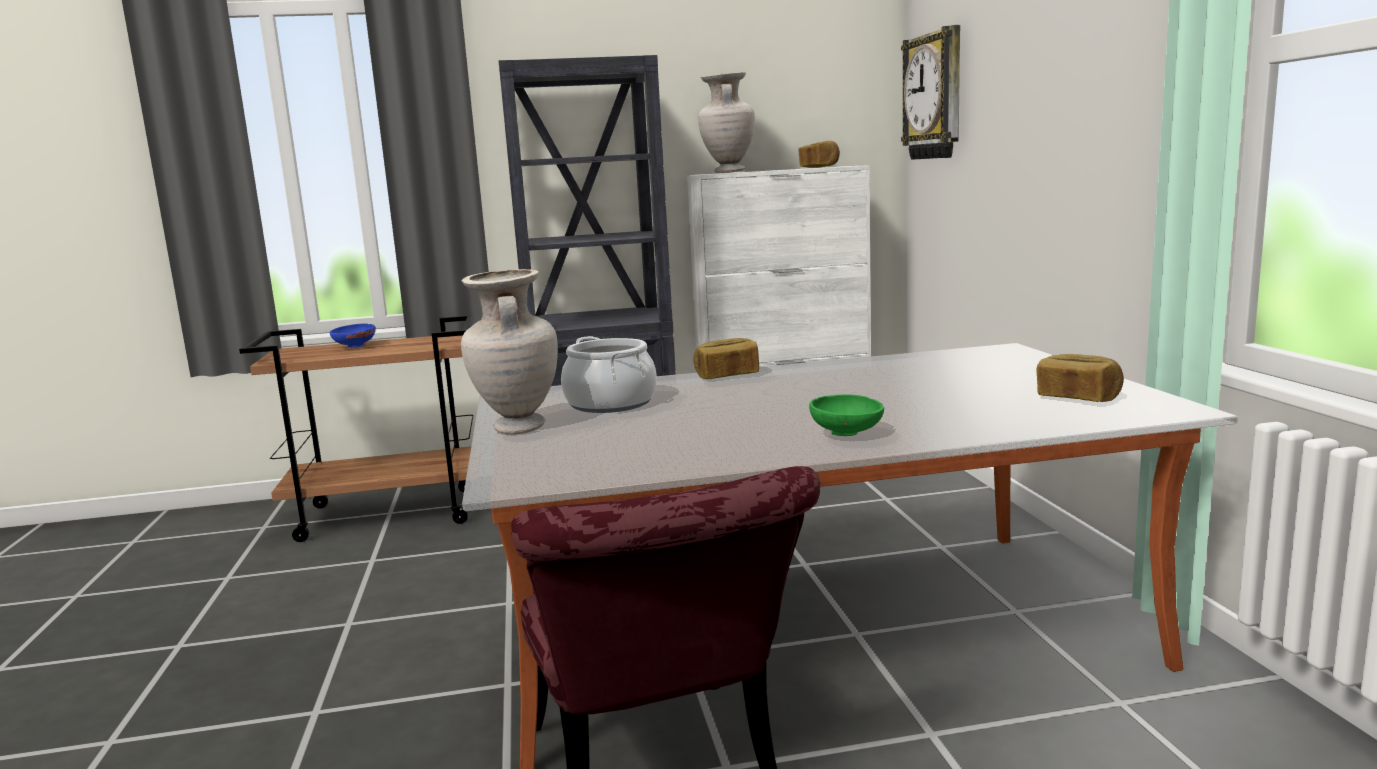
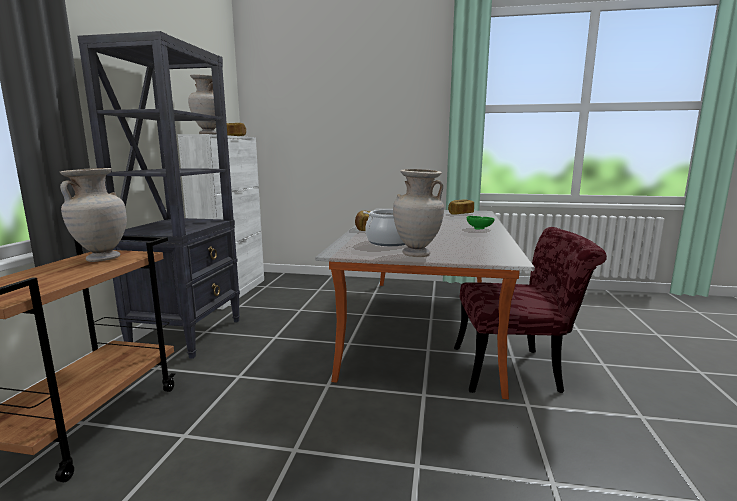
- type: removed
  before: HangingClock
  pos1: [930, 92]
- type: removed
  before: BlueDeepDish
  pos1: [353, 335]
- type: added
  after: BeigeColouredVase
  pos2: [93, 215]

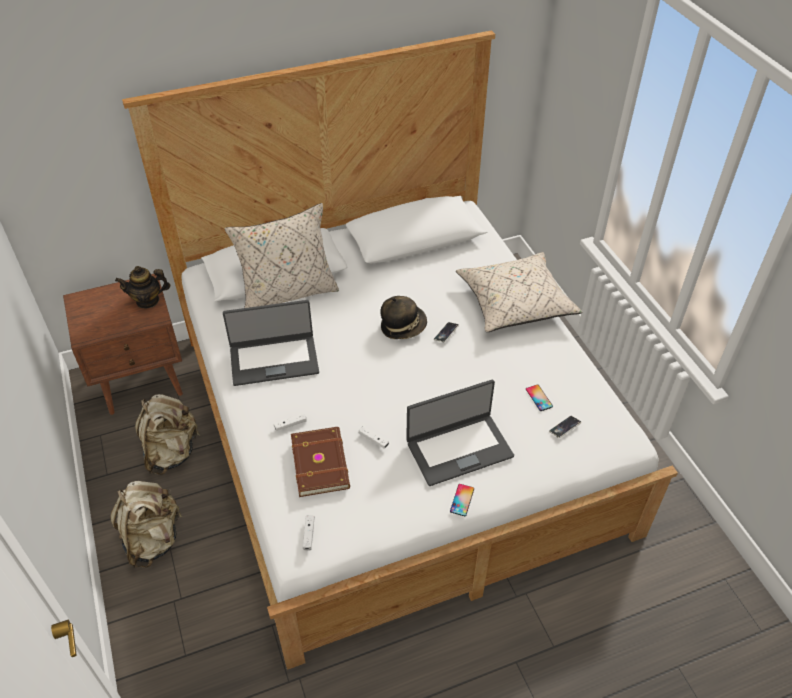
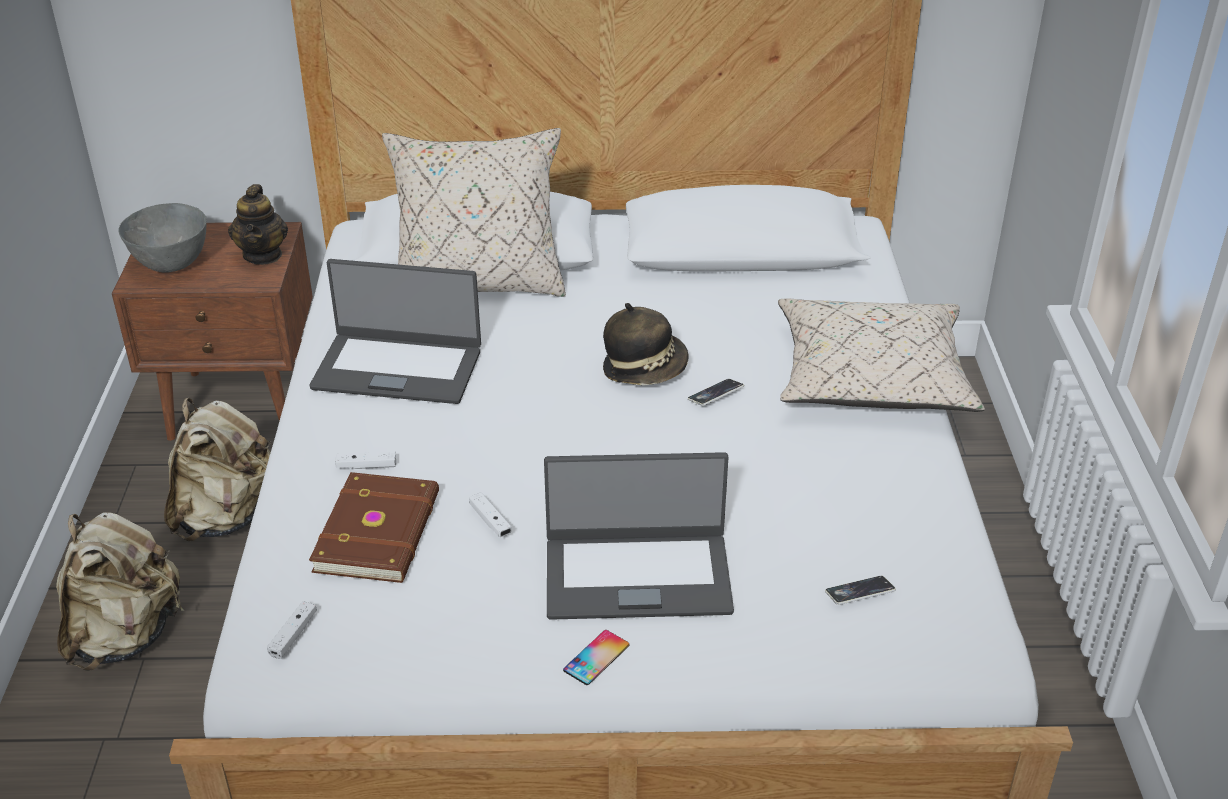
- type: turned
  before: PotForTea
  pos1: [142, 287]
  pos2: [258, 224]
  turn: -105
- type: removed
  before: Handset
  pos1: [539, 397]
- type: added
  after: GrayDeepDish
  pos2: [162, 238]

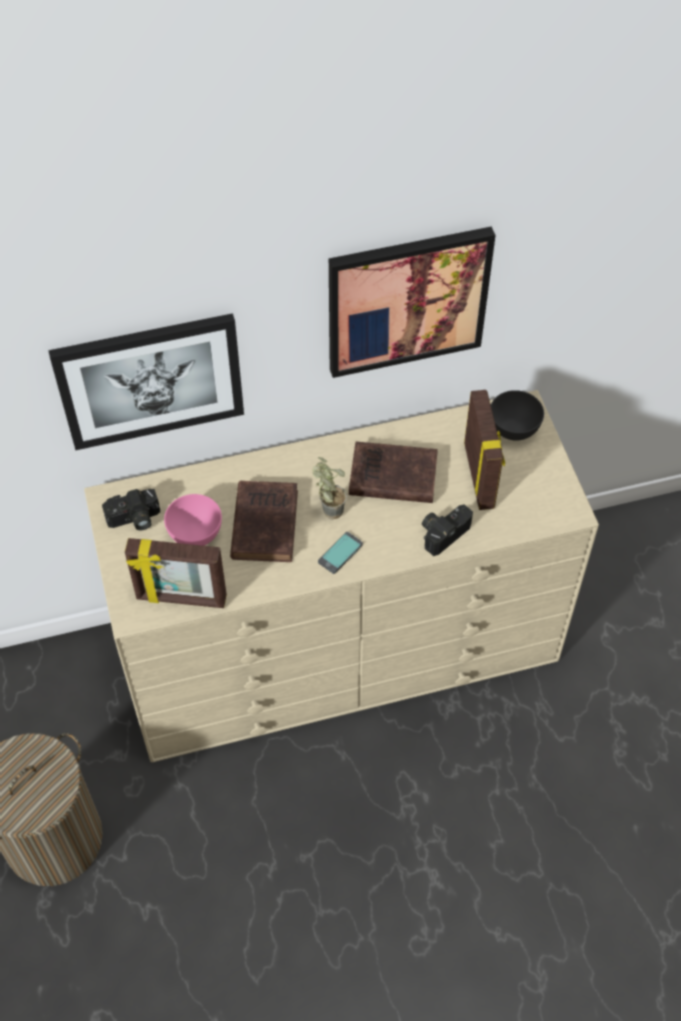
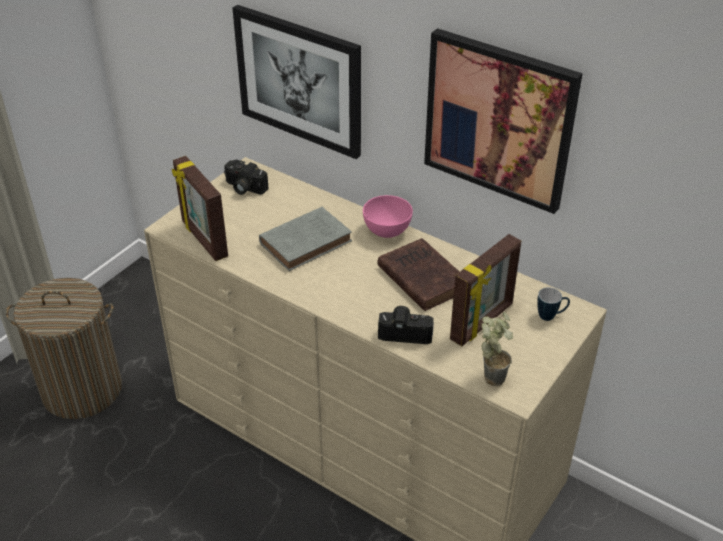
- type: replaced
  before: GrayDeepDish
  after: TeaMug
  pos1: [517, 415]
  pos2: [553, 304]
- type: moved
  before: PottedPlant
  pos1: [329, 488]
  pos2: [497, 349]
- type: recoloured
  before: BrownBook
  after: GrayBook
  pos1: [264, 521]
  pos2: [305, 239]
- type: moved
  before: PinkishDeepDish
  pos1: [193, 520]
  pos2: [388, 216]
- type: removed
  before: Handset
  pos1: [340, 553]

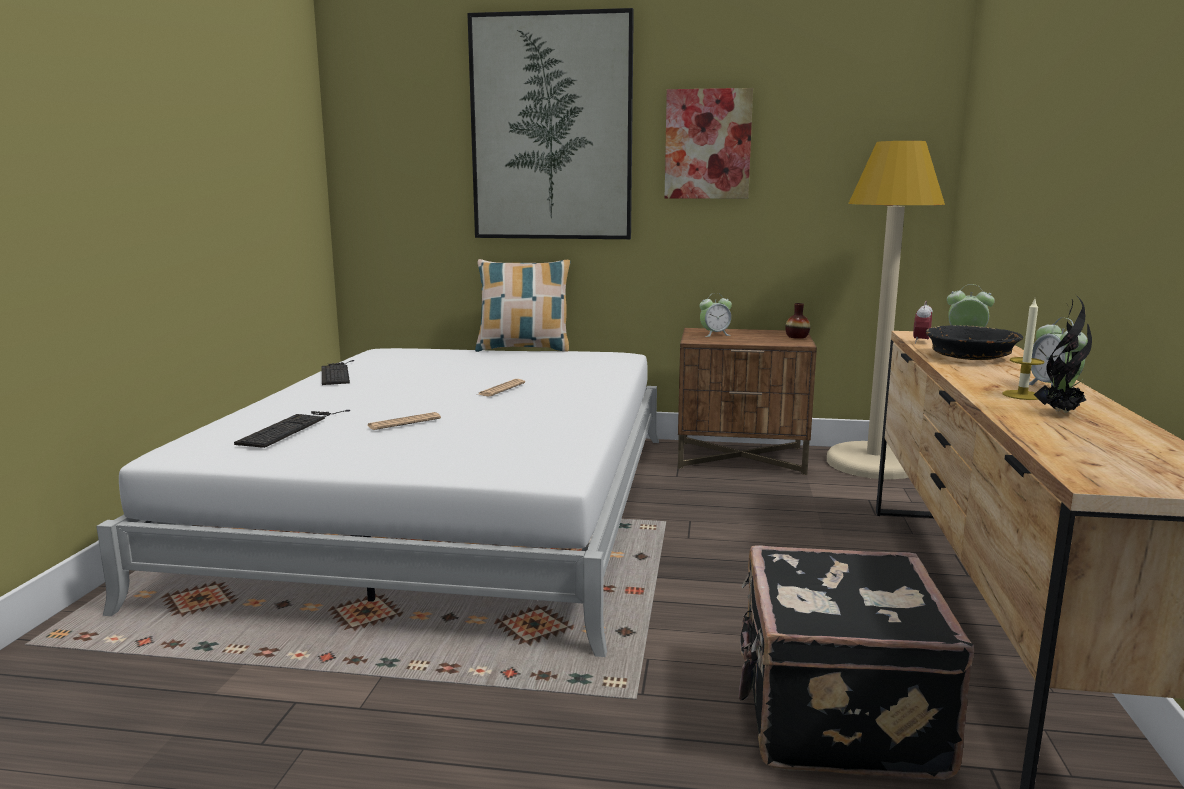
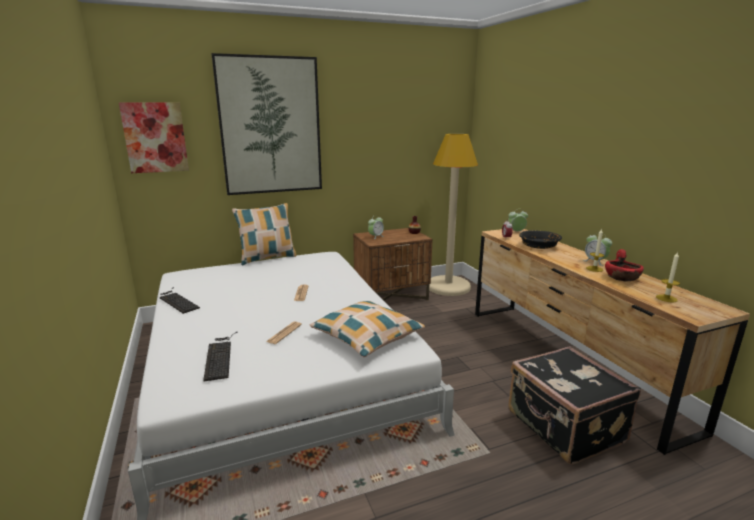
- type: moved
  before: Picture
  pos1: [709, 143]
  pos2: [154, 137]
- type: replaced
  before: PottedPlant
  after: RedColouredDeepDish
  pos1: [1063, 353]
  pos2: [624, 265]
- type: added
  after: WaxLight
  pos2: [668, 277]
- type: added
  after: Pillow
  pos2: [367, 329]

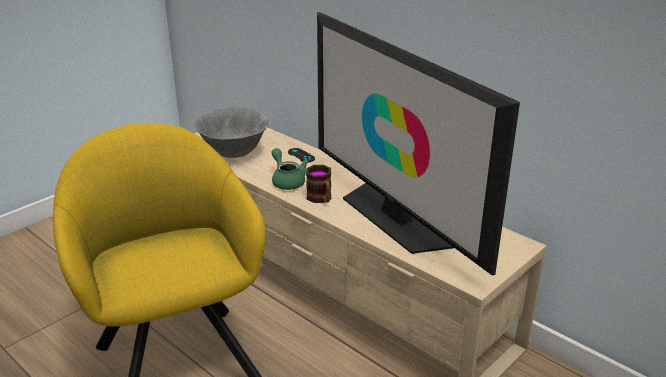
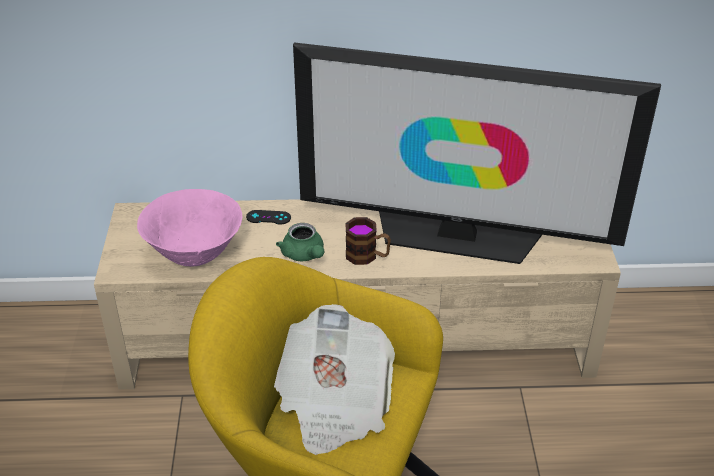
- type: recoloured
  before: GrayDeepDish
  after: PinkishDeepDish
  pos1: [232, 132]
  pos2: [189, 228]
- type: turned
  before: GreenPotForTea
  pos1: [290, 169]
  pos2: [300, 242]
  turn: -135
- type: added
  after: DailyPaper
  pos2: [334, 379]

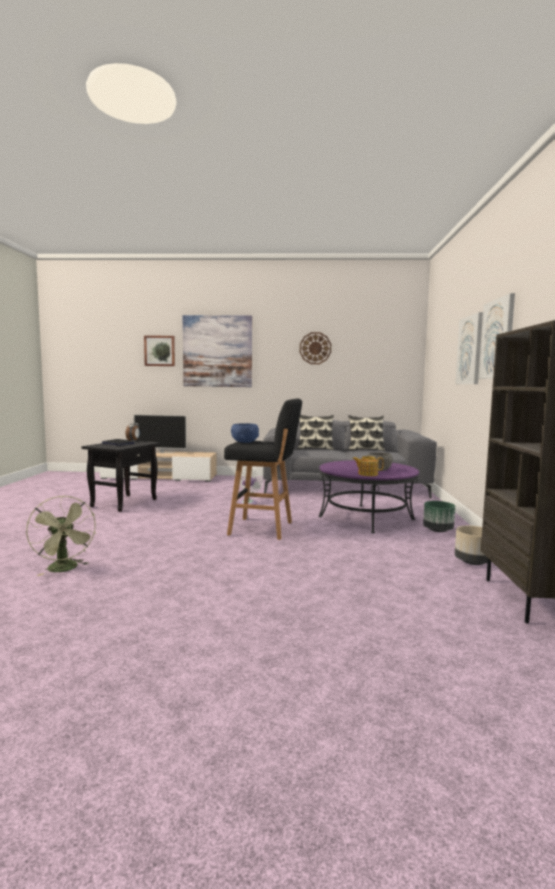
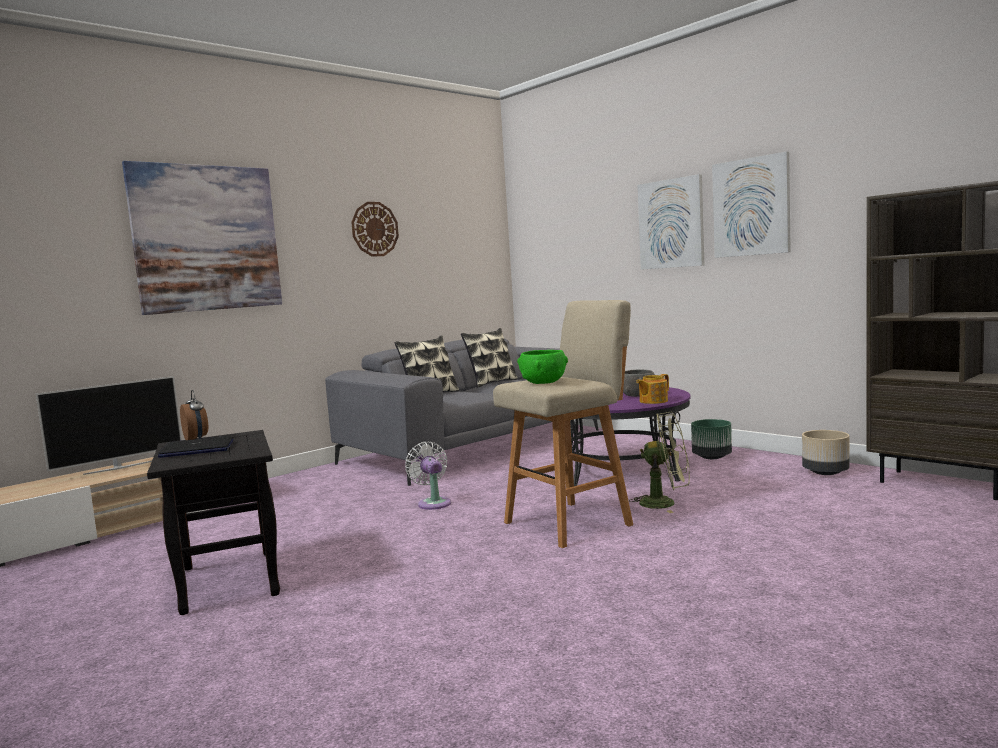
- type: removed
  before: Picture
  pos1: [159, 350]
- type: recoloured
  before: BlackColouredSittingStool
  after: BeigeColouredSittingStool
  pos1: [263, 469]
  pos2: [563, 424]
- type: recoloured
  before: BlueDeepDish
  after: GreenDeepDish
  pos1: [245, 433]
  pos2: [542, 367]
- type: moved
  before: GreenElectricFan
  pos1: [61, 536]
  pos2: [659, 462]

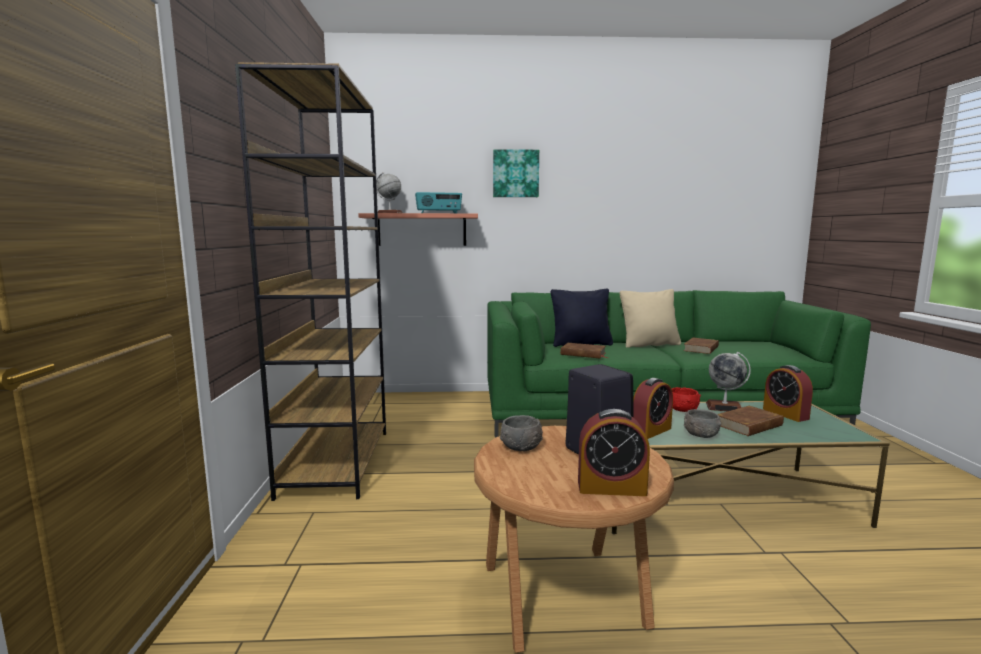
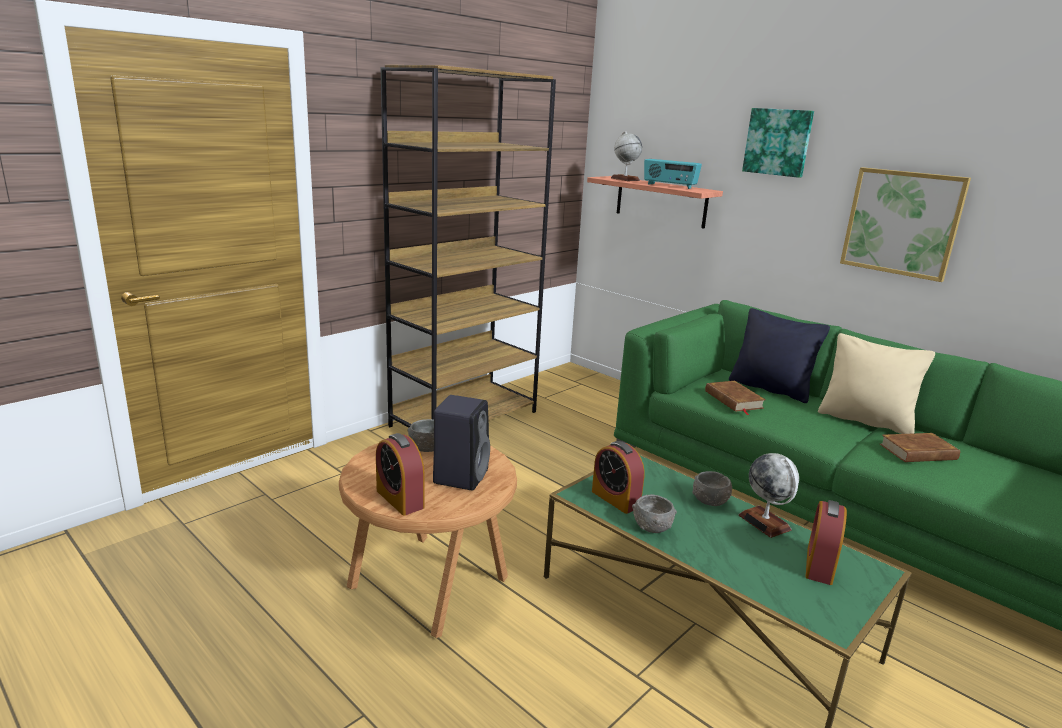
- type: turned
  before: AlarmClock
  pos1: [653, 408]
  pos2: [618, 477]
  turn: 45
- type: recoloured
  before: RedColouredDeepDish
  after: GrayDeepDish
  pos1: [686, 399]
  pos2: [712, 488]
- type: removed
  before: BrownBook
  pos1: [751, 421]
- type: added
  after: Picture
  pos2: [905, 224]

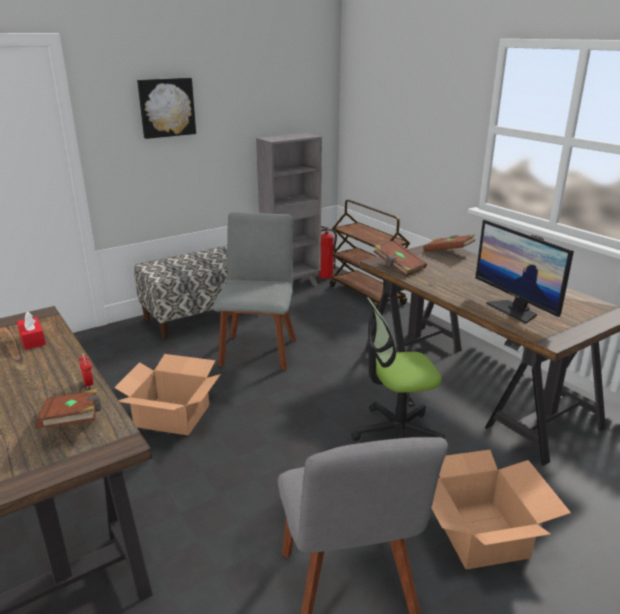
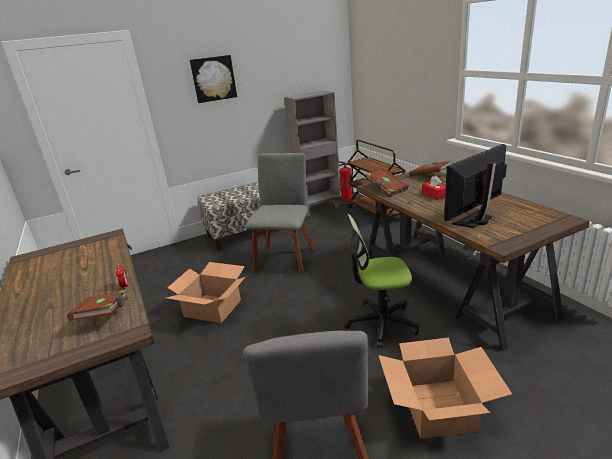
- type: turned
  before: ComputerScreen
  pos1: [524, 271]
  pos2: [475, 186]
  turn: 75
- type: moved
  before: RedColouredTissueHolder
  pos1: [31, 331]
  pos2: [434, 188]

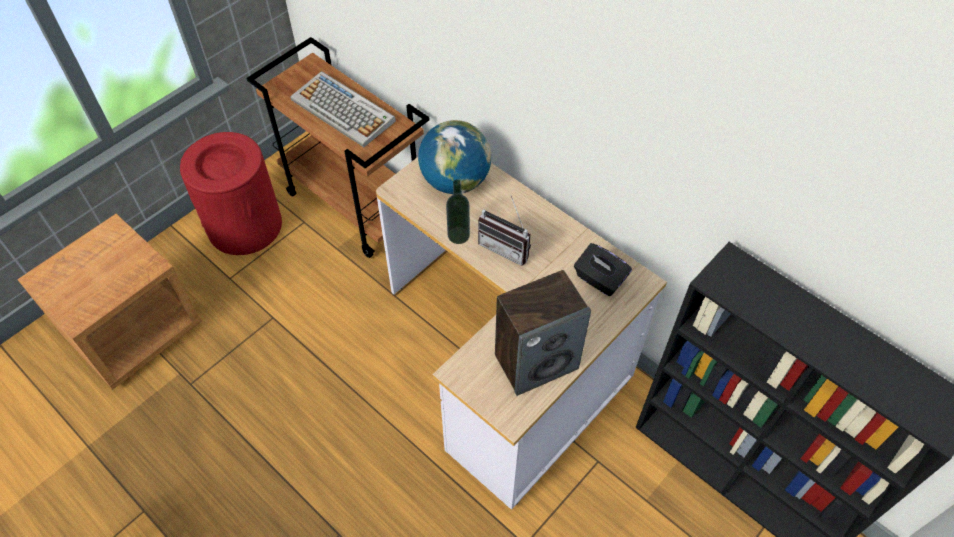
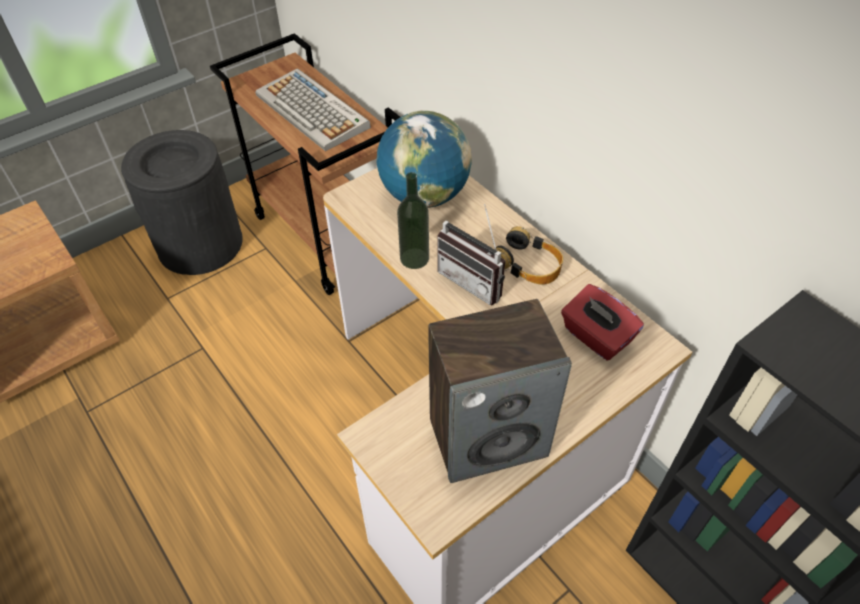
- type: recoloured
  before: RedColouredRubbishBin
  after: BlackColouredRubbishBin
  pos1: [231, 193]
  pos2: [181, 202]
- type: recoloured
  before: BlackColouredTissueHolder
  after: RedColouredTissueHolder
  pos1: [603, 269]
  pos2: [602, 322]
- type: added
  after: Headphones
  pos2: [529, 255]

